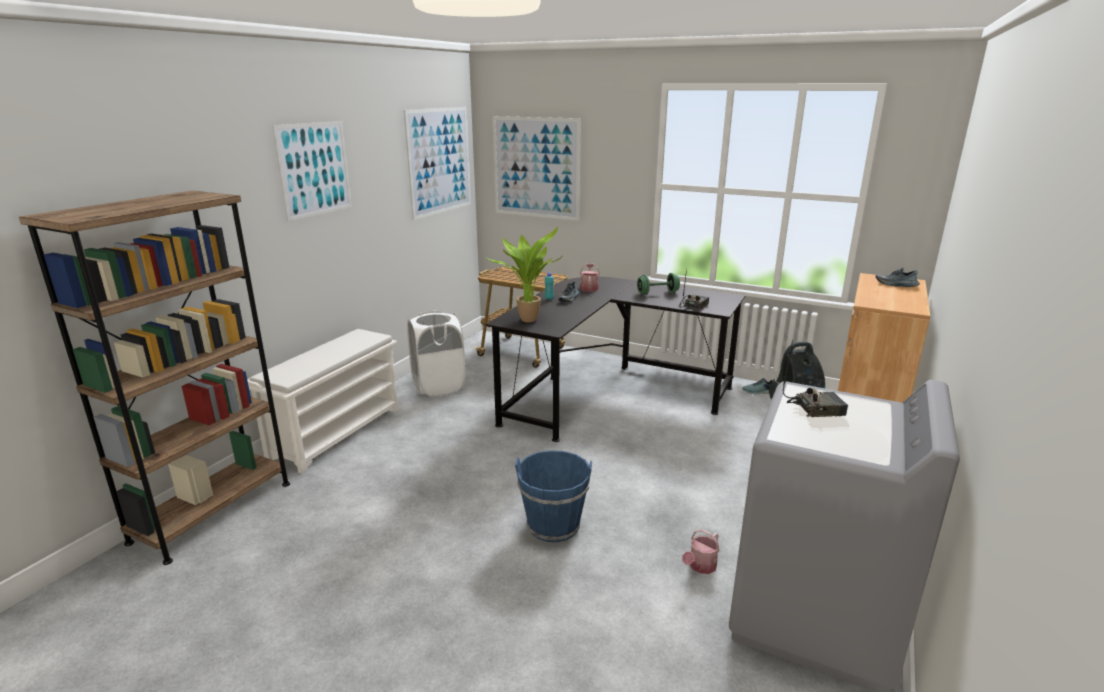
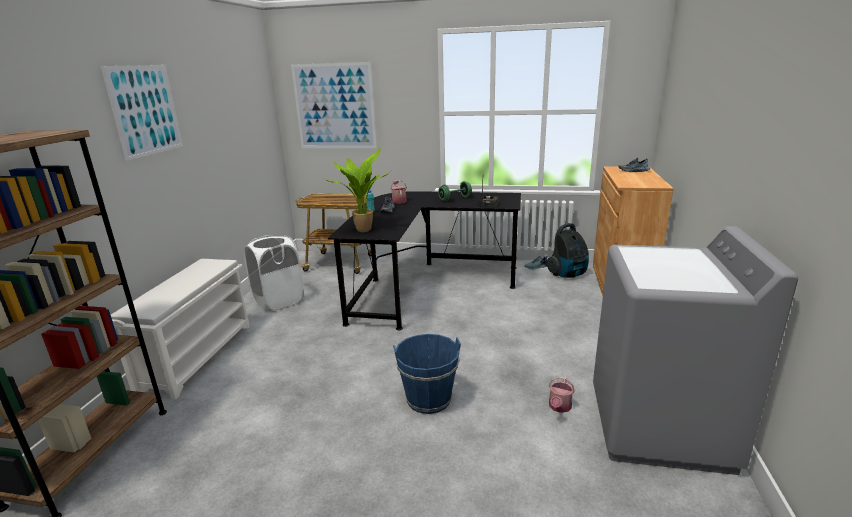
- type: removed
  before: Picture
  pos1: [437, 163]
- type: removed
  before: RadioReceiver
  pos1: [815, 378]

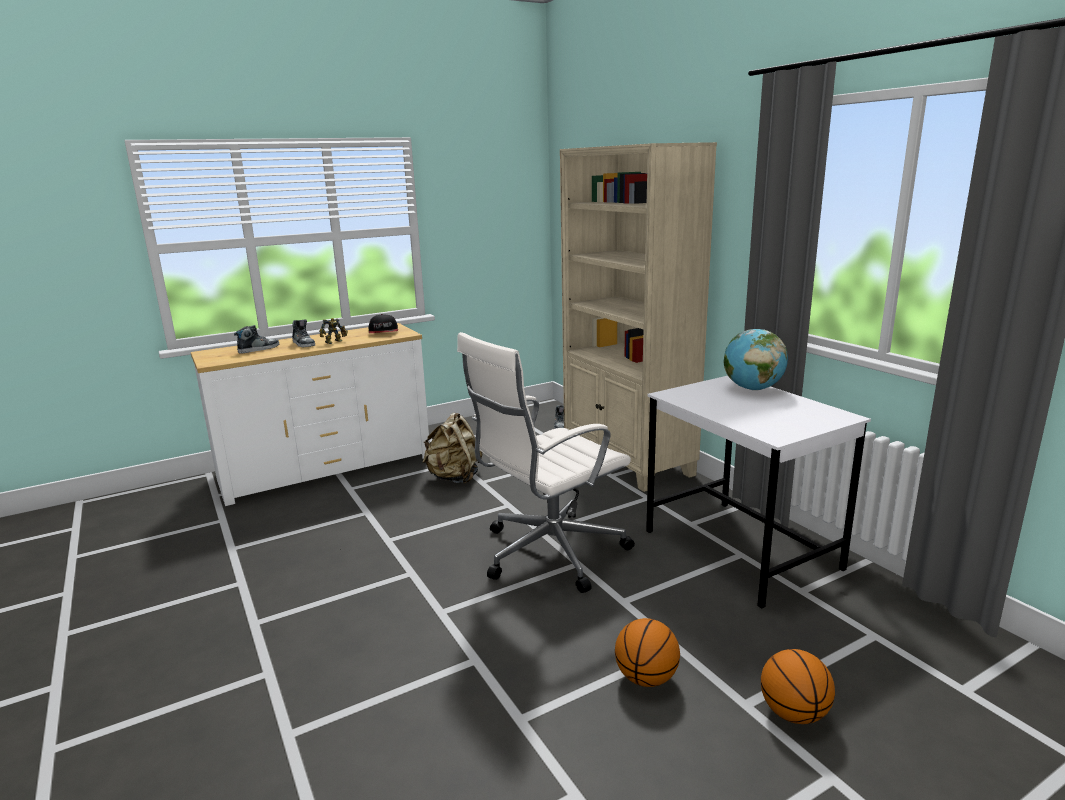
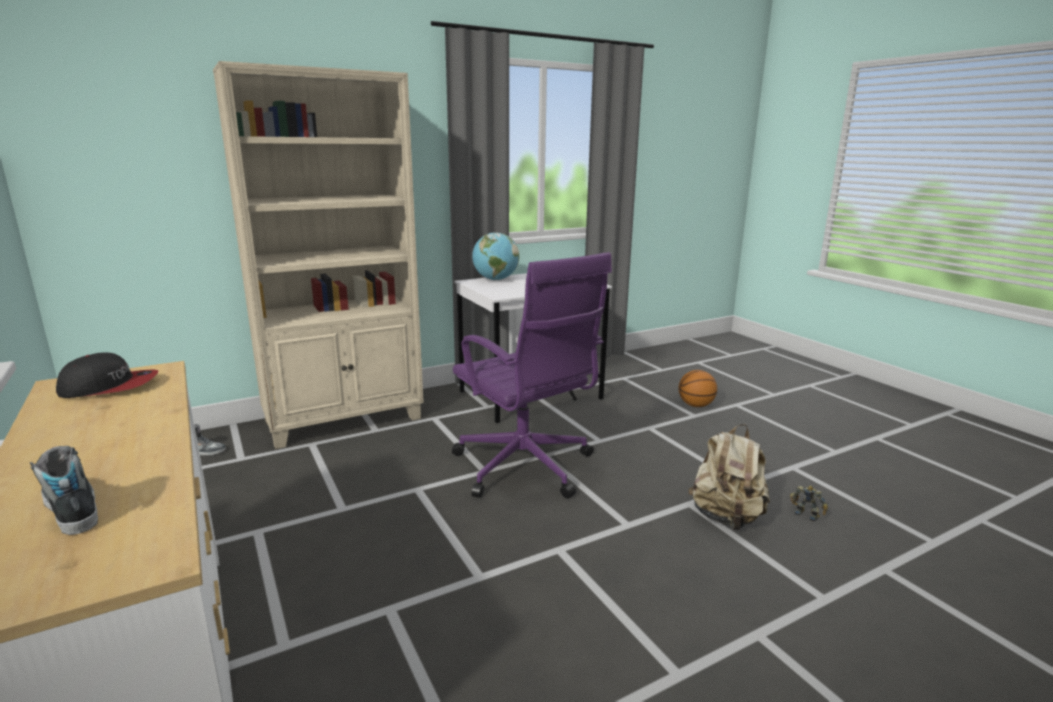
- type: moved
  before: ModelRobot
  pos1: [333, 331]
  pos2: [809, 504]
- type: removed
  before: Shoe
  pos1: [304, 333]
- type: recoloured
  before: WhiteComputerChair
  after: PurplishComputerChair
  pos1: [546, 462]
  pos2: [532, 375]
- type: moved
  before: BeigeColouredBackpack
  pos1: [452, 448]
  pos2: [729, 477]
- type: removed
  before: Basketball
  pos1: [647, 652]

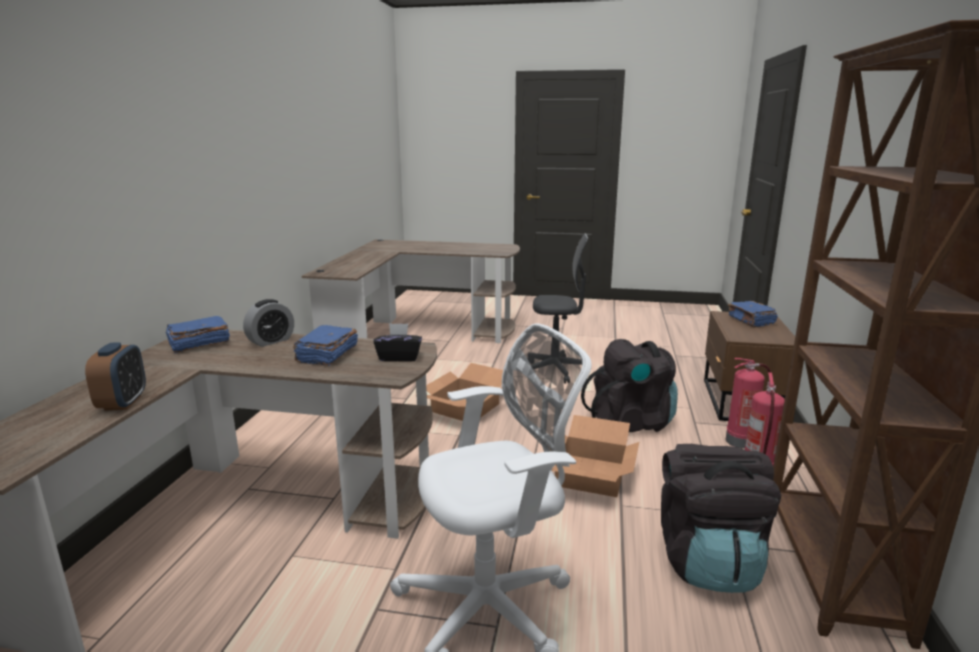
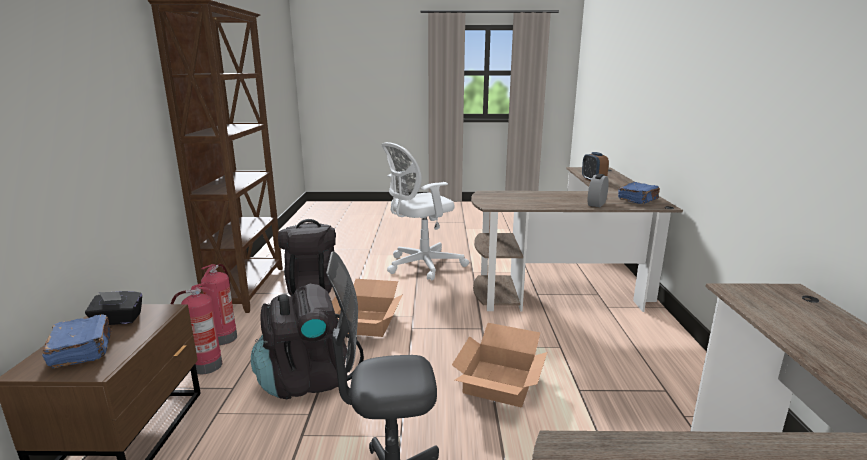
- type: moved
  before: BlackColouredTissueHolder
  pos1: [398, 342]
  pos2: [113, 308]
- type: removed
  before: BlueBook
  pos1: [326, 345]

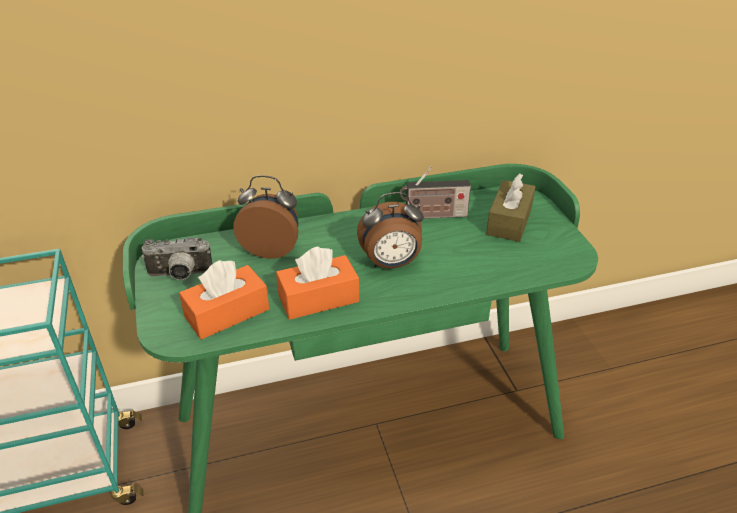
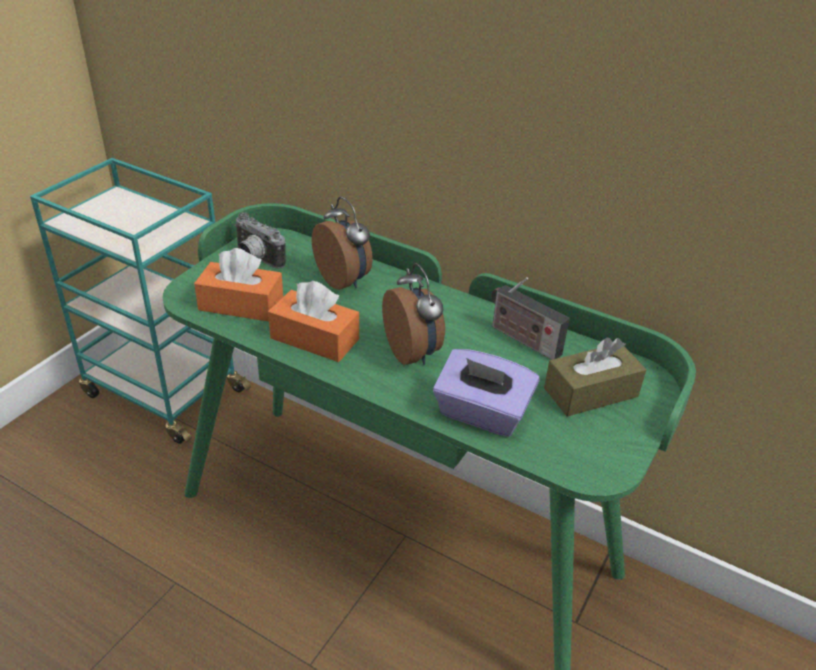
- type: turned
  before: AlarmClock
  pos1: [390, 230]
  pos2: [413, 314]
  turn: -150
- type: added
  after: PurplishTissueHolder
  pos2: [486, 393]

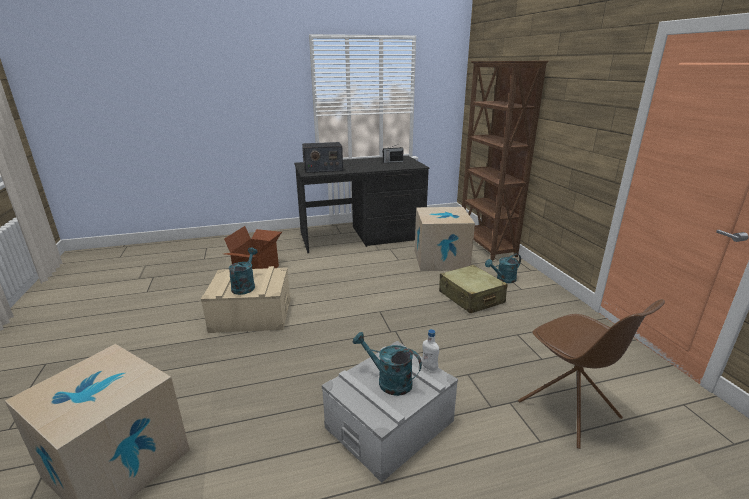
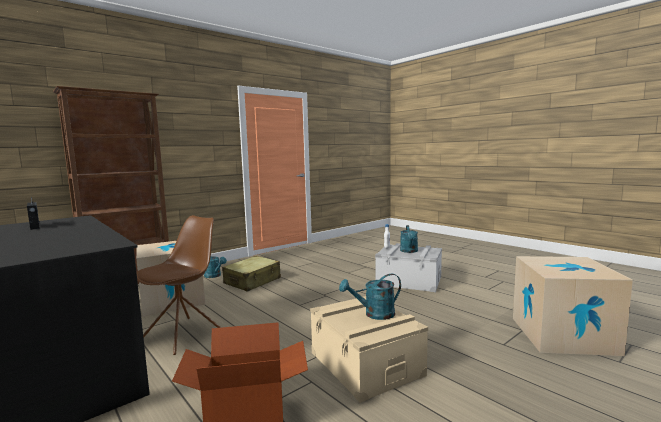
- type: removed
  before: RadioReceiver
  pos1: [322, 157]
- type: moved
  before: BrownChair
  pos1: [591, 374]
  pos2: [178, 285]

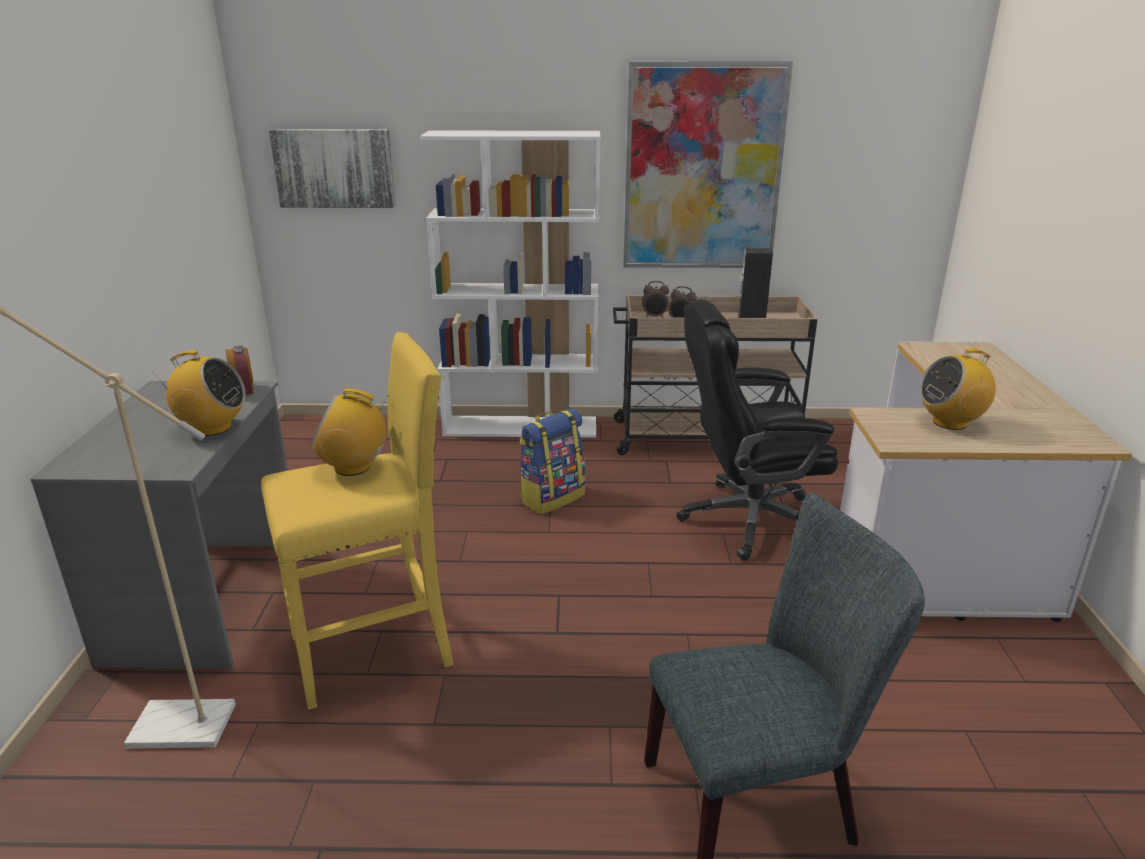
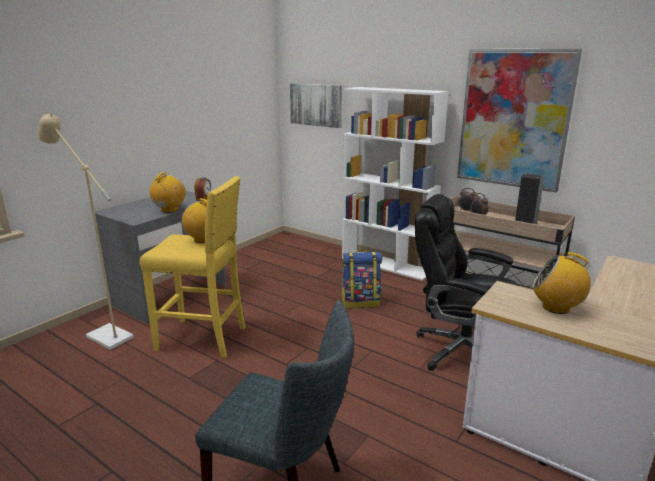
- type: turned
  before: RadioReceiver
  pos1: [199, 393]
  pos2: [167, 192]
  turn: -105

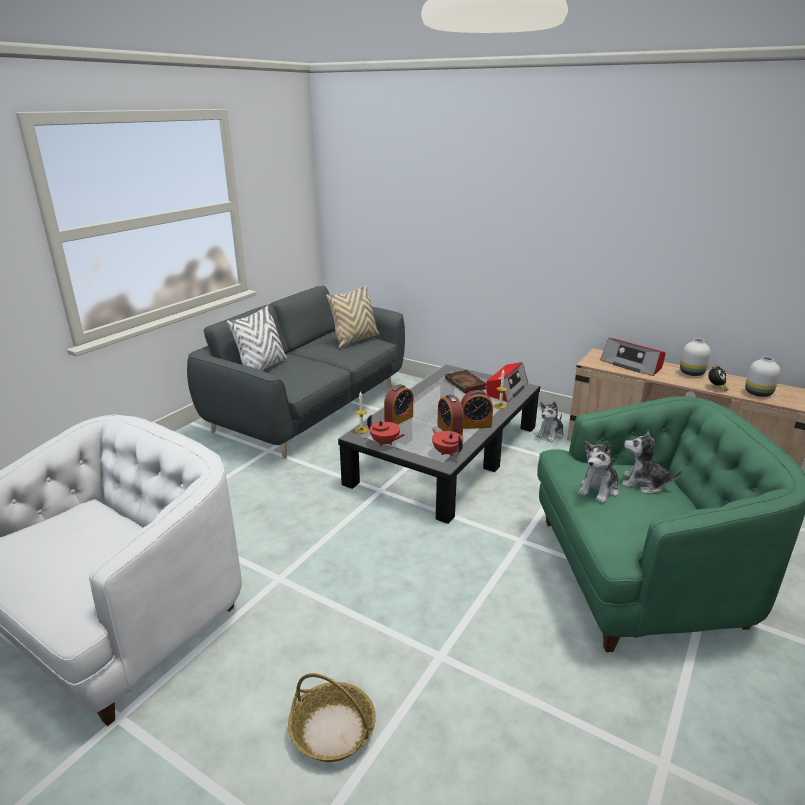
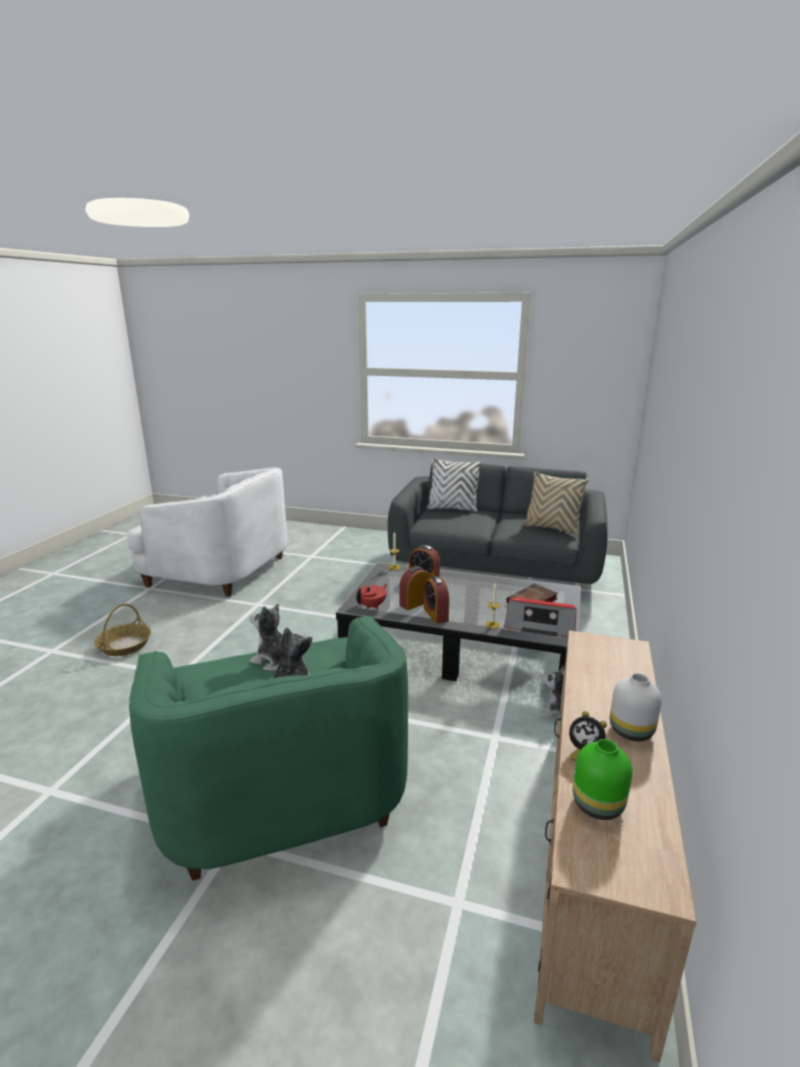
- type: removed
  before: RadioReceiver
  pos1: [633, 357]
- type: recoloured
  before: WhiteVase
  after: GreenVase
  pos1: [762, 376]
  pos2: [602, 779]
- type: removed
  before: RedColouredPotForTea
  pos1: [386, 430]

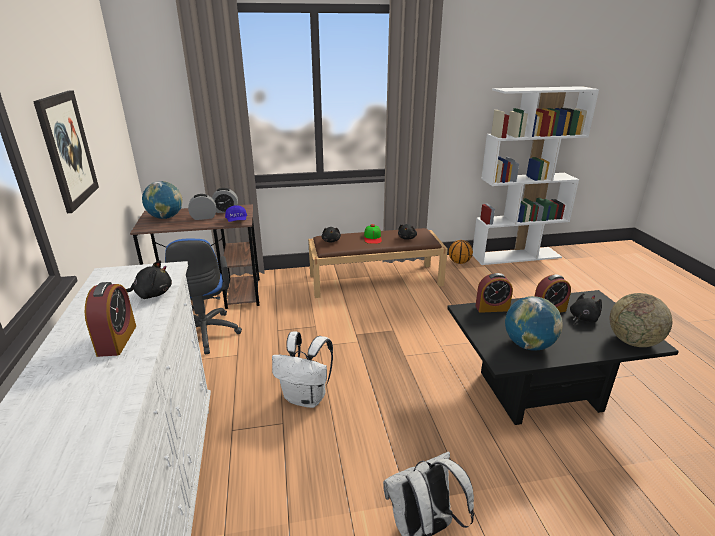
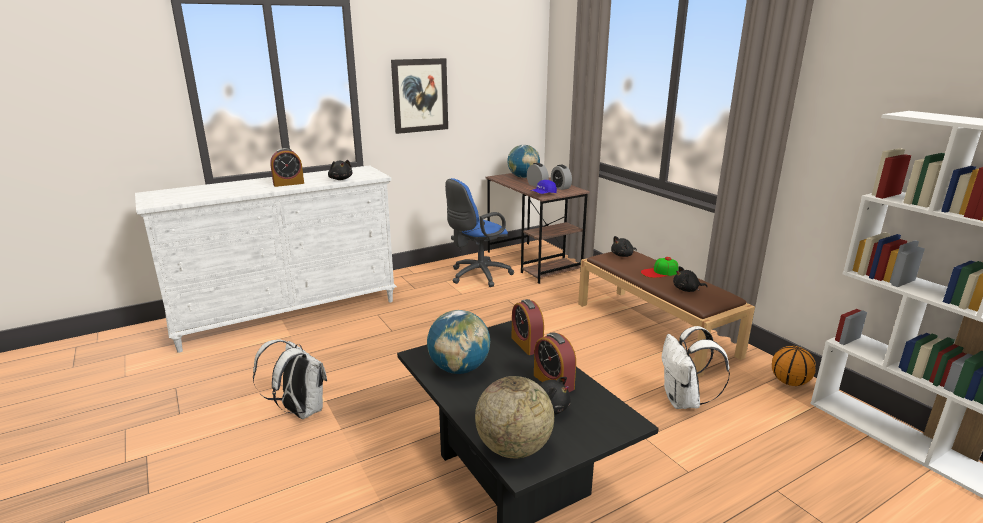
- type: moved
  before: WhiteBackpack
  pos1: [302, 369]
  pos2: [695, 367]

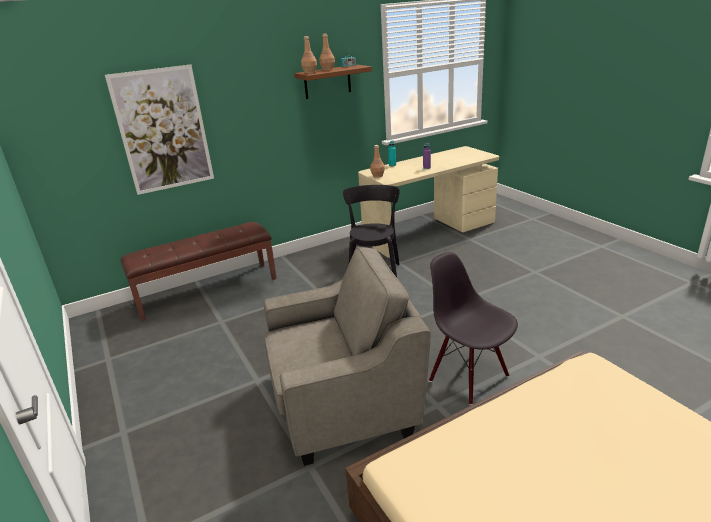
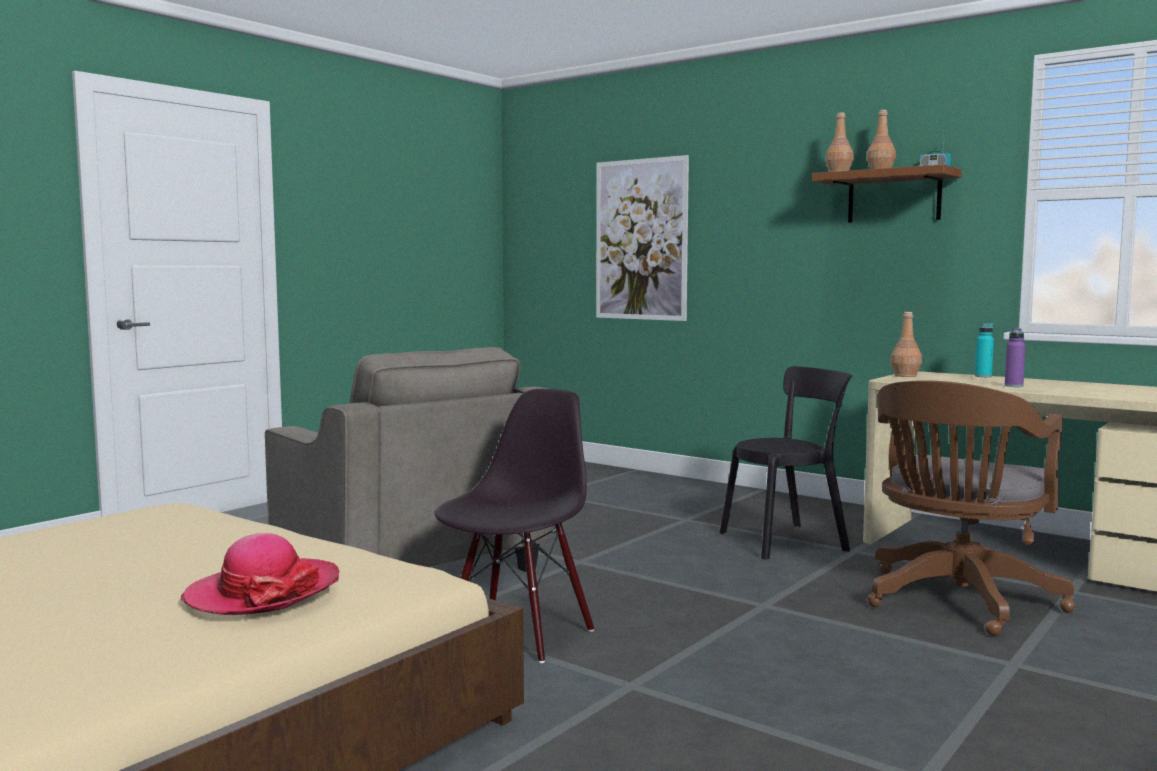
- type: removed
  before: BrownIndoorBench
  pos1: [199, 271]
- type: added
  after: BrownComputerChair
  pos2: [971, 508]
- type: added
  after: Hat
  pos2: [260, 574]

